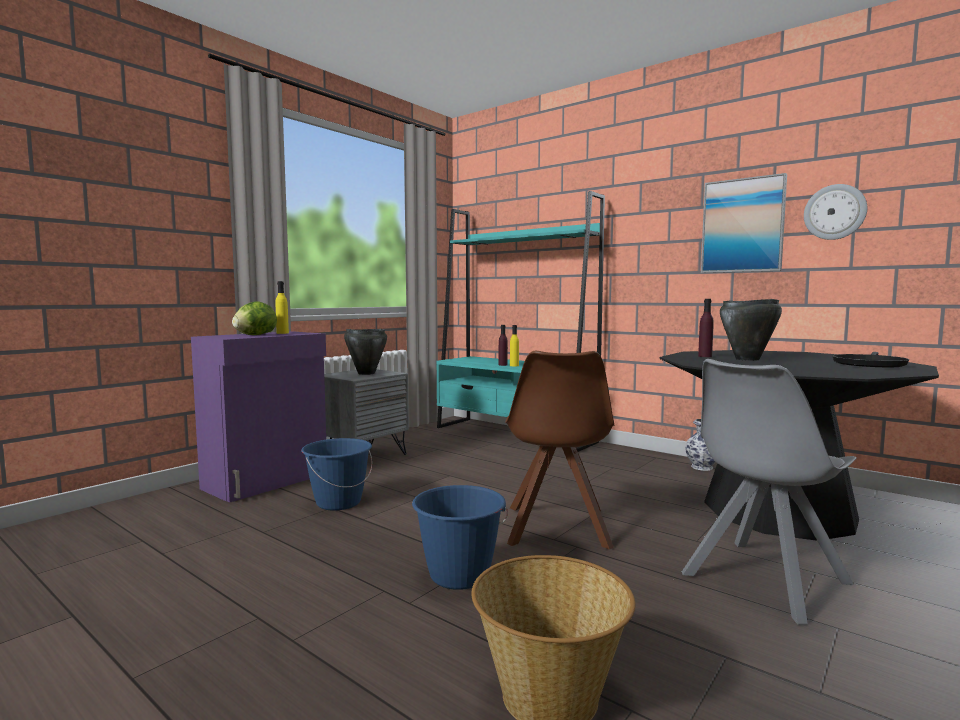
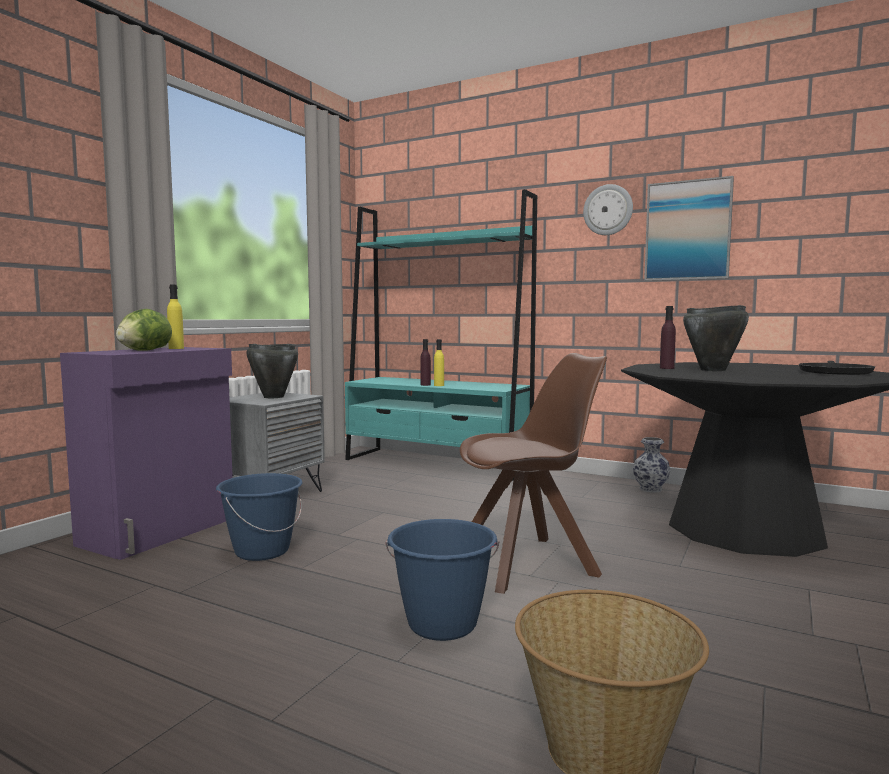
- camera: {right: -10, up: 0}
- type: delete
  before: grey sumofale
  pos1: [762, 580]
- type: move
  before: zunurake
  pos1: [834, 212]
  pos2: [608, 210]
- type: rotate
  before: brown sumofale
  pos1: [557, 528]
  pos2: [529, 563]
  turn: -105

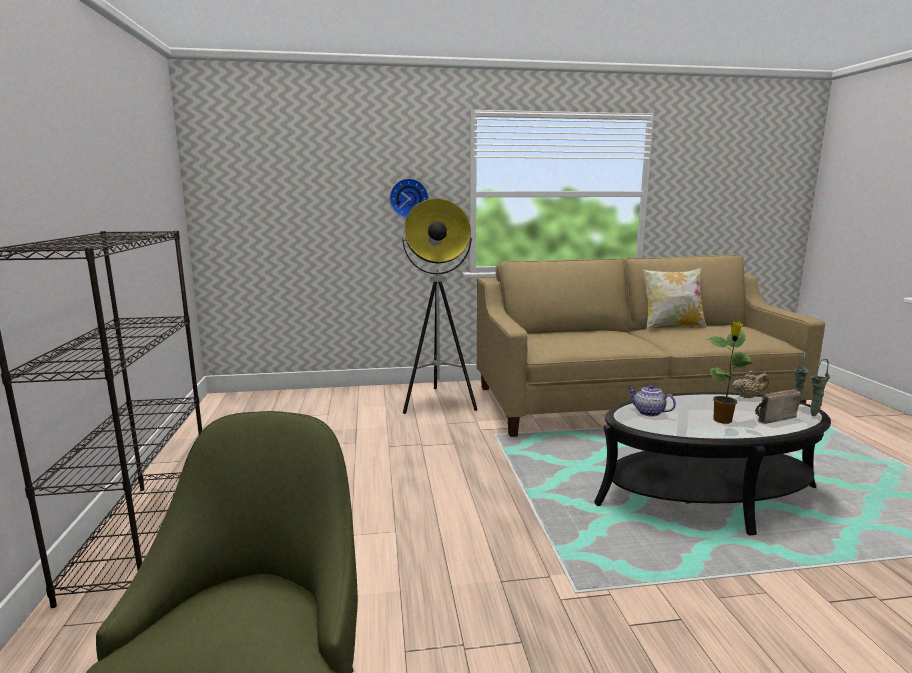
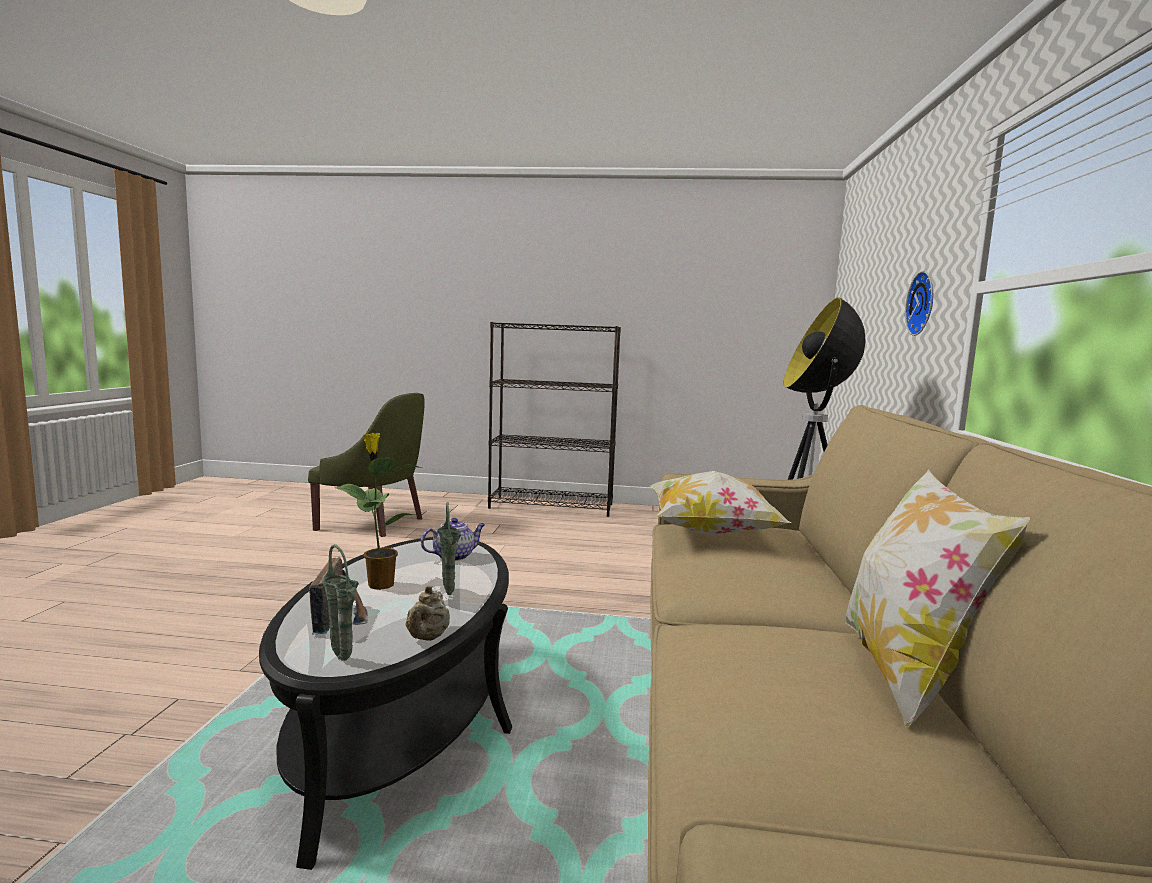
- camera: {right: 105, up: -5}
- type: insert
  after: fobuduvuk
  pos2: [710, 532]
- type: move
  before: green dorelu
  pos1: [814, 415]
  pos2: [449, 594]

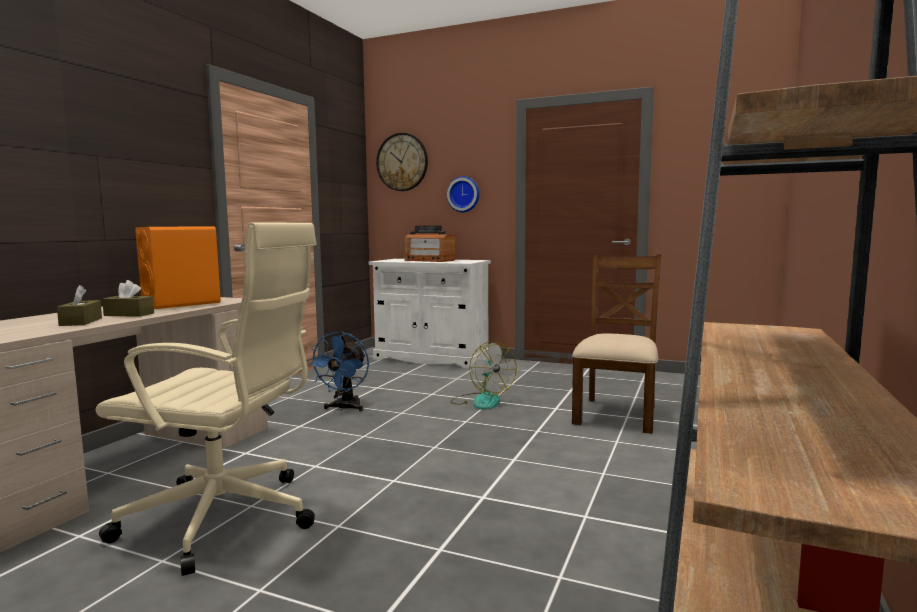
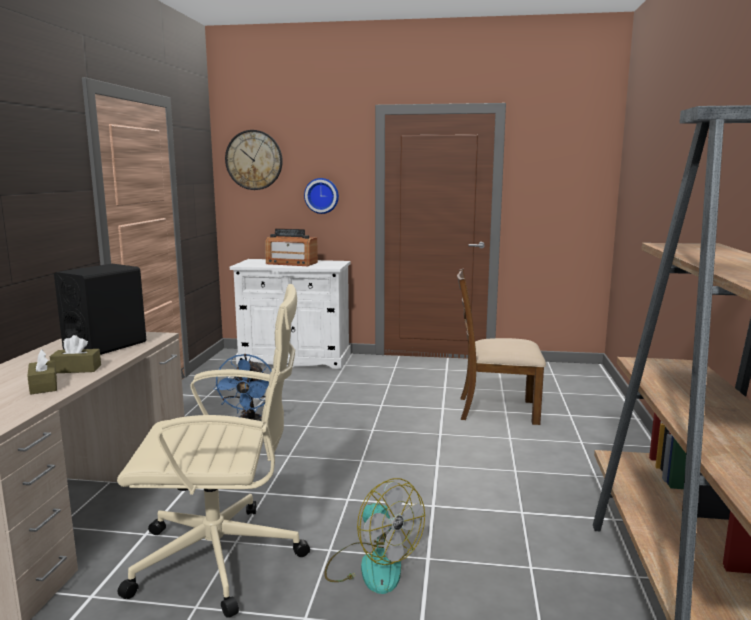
- camera: {right: -15, up: 5}
- type: move
  before: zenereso
  pos1: [481, 401]
  pos2: [371, 566]
- type: recolor
  before: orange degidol
  after: black degidol
  pos1: [182, 304]
  pos2: [106, 346]
- type: rotate
  before: brown sumofale
  pos1: [617, 414]
  pos2: [496, 410]
  turn: -90

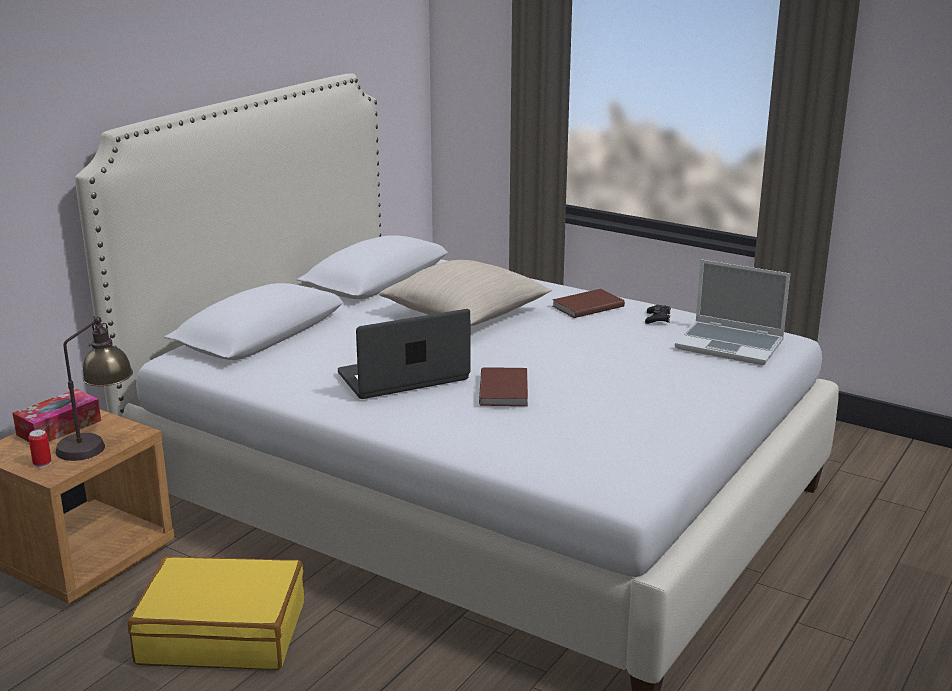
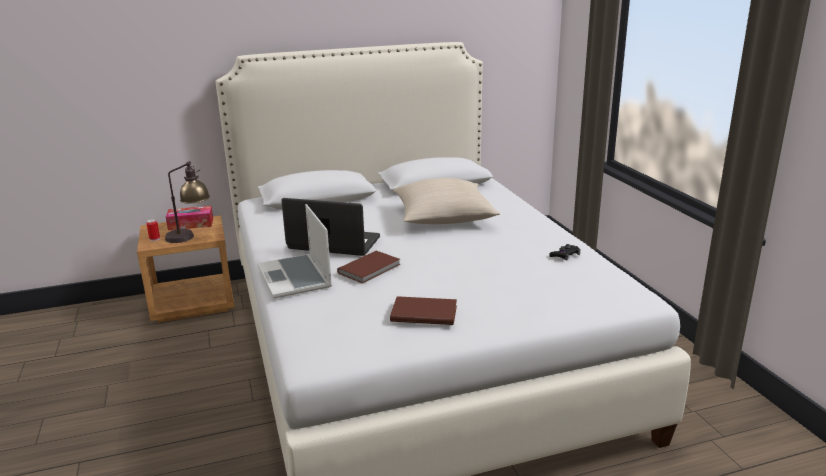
- camera: {right: 40, up: 0}
- type: delete
  before: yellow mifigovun
  pos1: [223, 632]
- type: move
  before: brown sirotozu
  pos1: [586, 306]
  pos2: [423, 313]
- type: move
  before: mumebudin
  pos1: [731, 345]
  pos2: [296, 278]

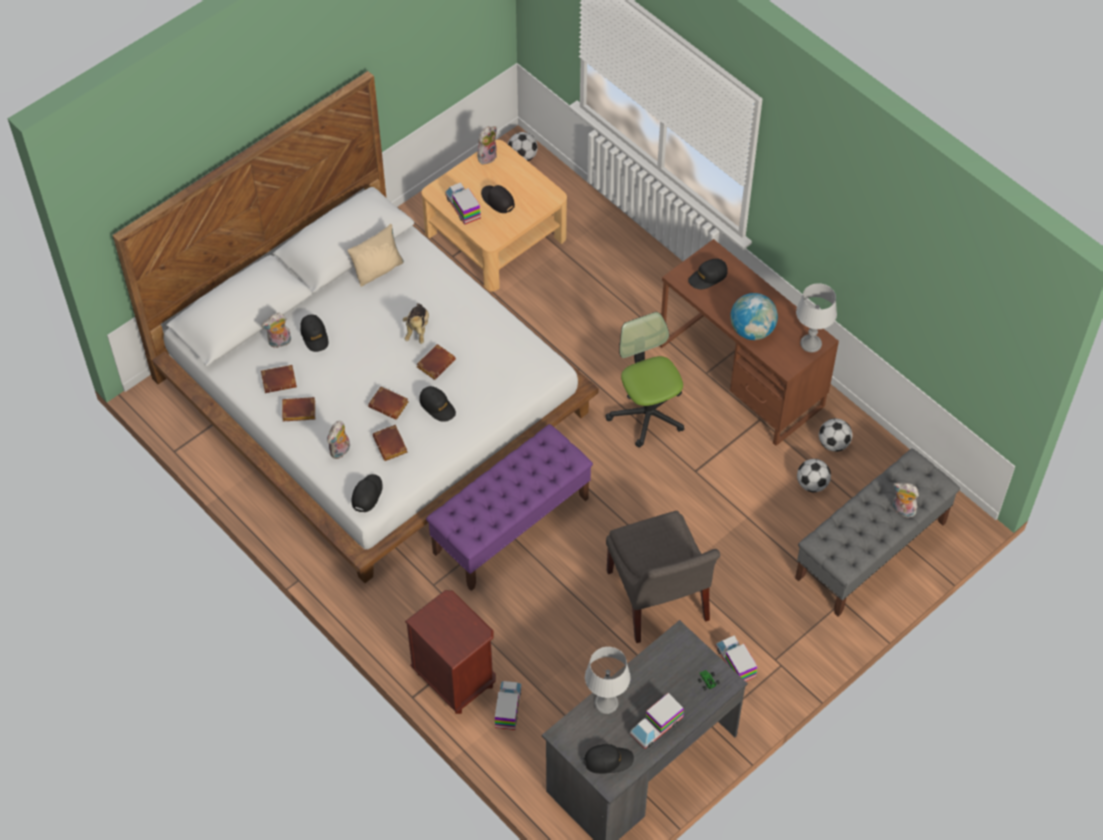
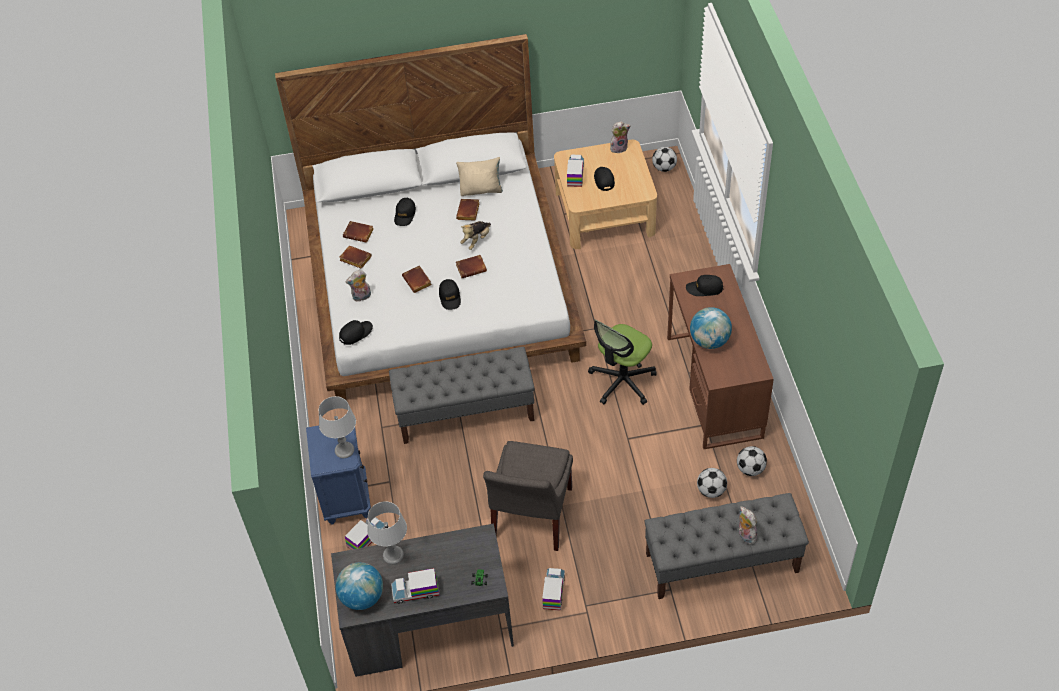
- camera: {right: 35, up: -5}
- type: delete
  before: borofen
  pos1: [279, 343]
- type: move
  before: brown sirotozu
  pos1: [391, 445]
  pos2: [469, 212]
- type: move
  before: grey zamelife
  pos1: [811, 344]
  pos2: [344, 450]
- type: replace
  before: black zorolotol
  after: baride
  pos1: [608, 760]
  pos2: [362, 597]
- type: recolor
  before: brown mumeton
  after: blue mumeton
  pos1: [454, 679]
  pos2: [346, 498]
- type: recolor
  before: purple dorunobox
  after: grey dorunobox
  pos1: [511, 525]
  pos2: [466, 413]
- type: rotate
  before: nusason
  pos1: [647, 414]
  pos2: [622, 381]
  turn: -150

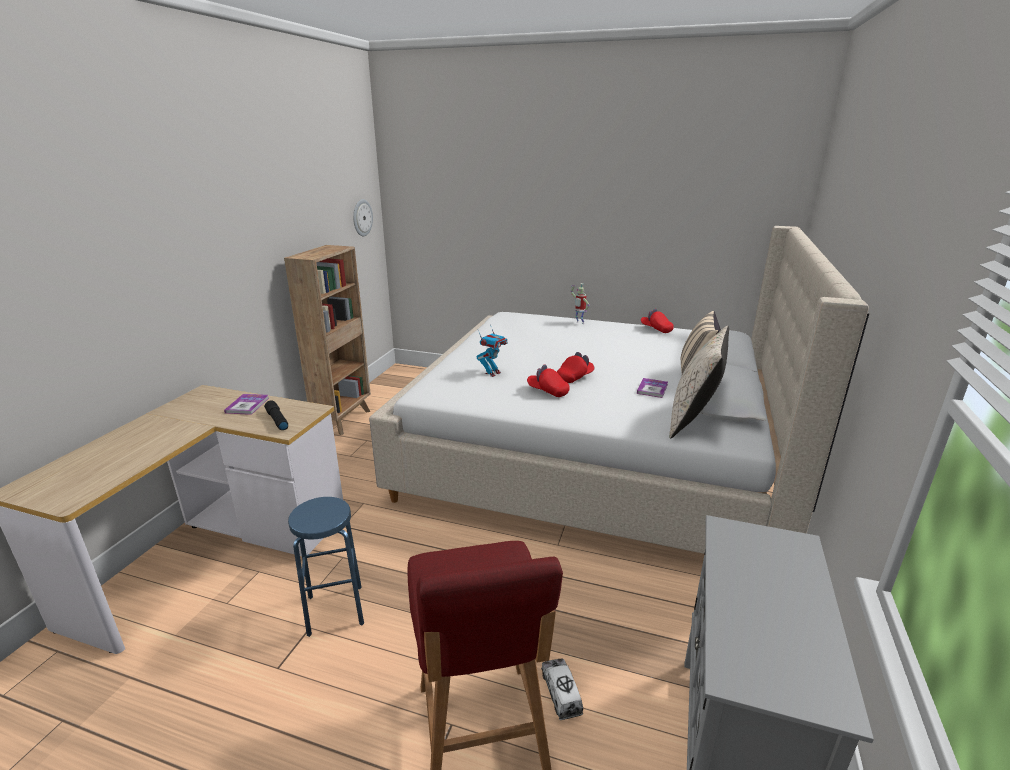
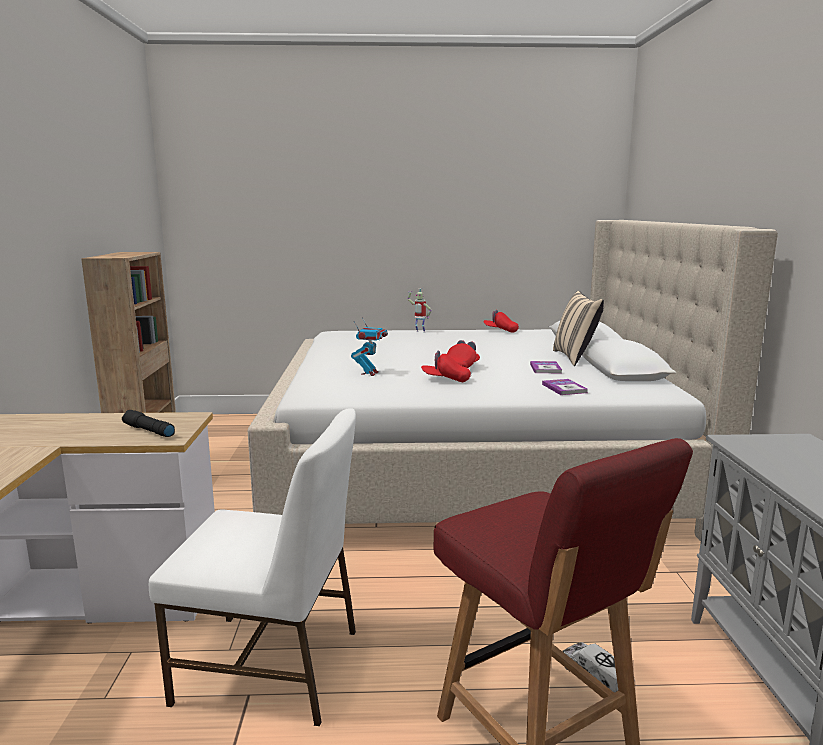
- camera: {right: -20, up: -10}
- type: delete
  before: zunurake
  pos1: [362, 217]
- type: delete
  before: beige fobuduvuk
  pos1: [693, 419]
- type: move
  before: sirotozu
  pos1: [247, 405]
  pos2: [564, 388]
- type: replace
  before: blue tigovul
  after: white sumofale
  pos1: [335, 610]
  pos2: [271, 667]

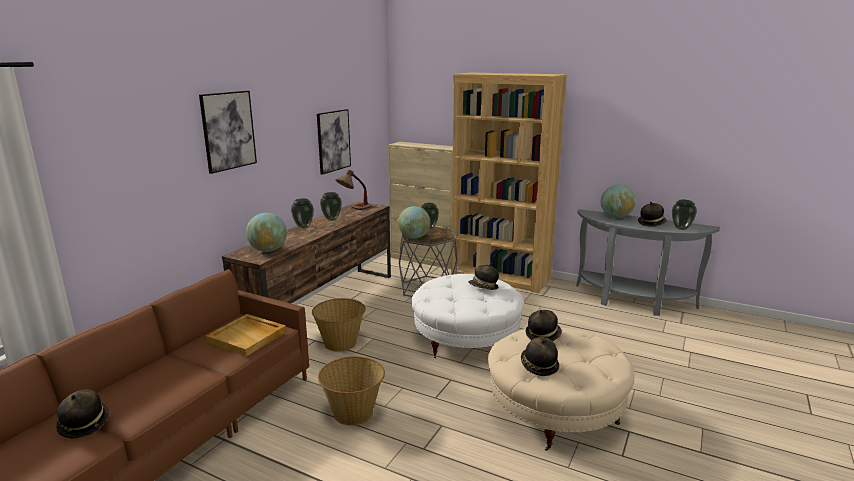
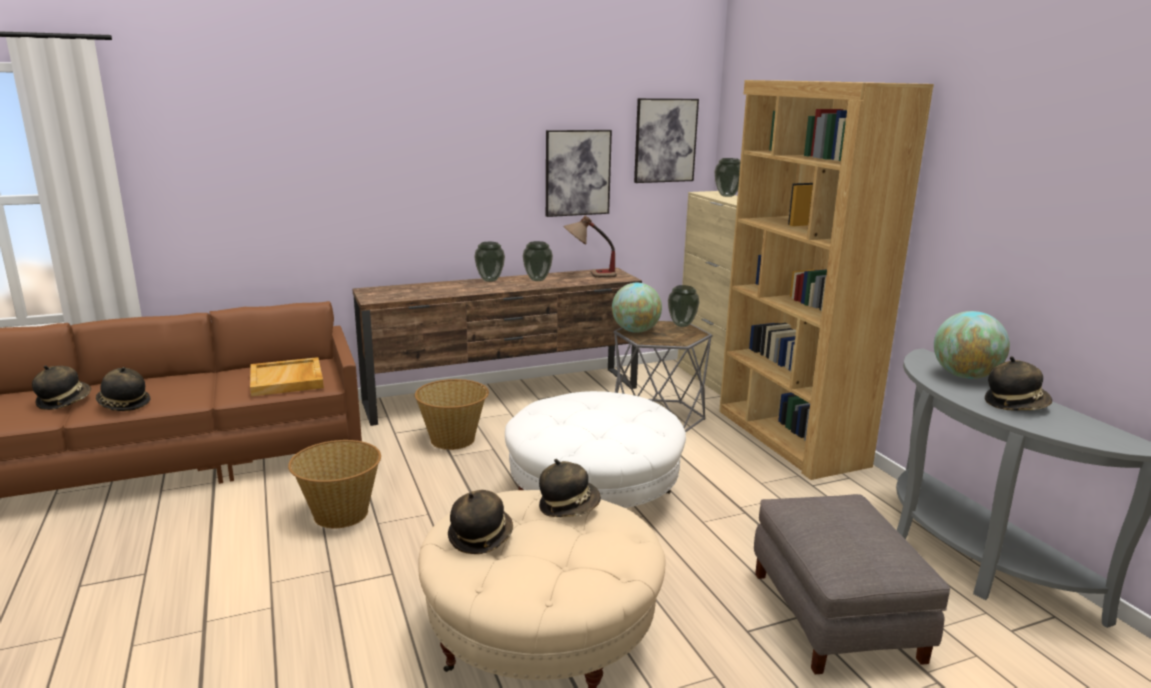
- camera: {right: 40, up: 0}
- type: delete
  before: baride
  pos1: [268, 250]
- type: insert
  after: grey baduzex
  pos2: [836, 615]
- type: move
  before: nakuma
  pos1: [228, 131]
  pos2: [665, 140]
- type: move
  before: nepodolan
  pos1: [483, 287]
  pos2: [123, 404]
- type: move
  before: dorelu
  pos1: [680, 228]
  pos2: [727, 195]

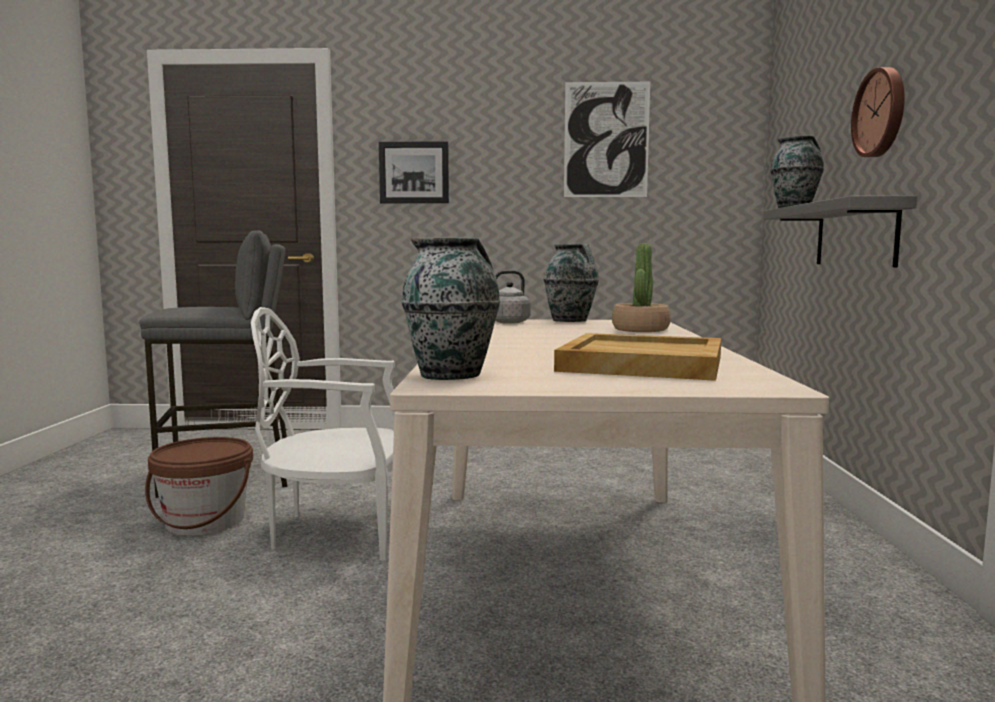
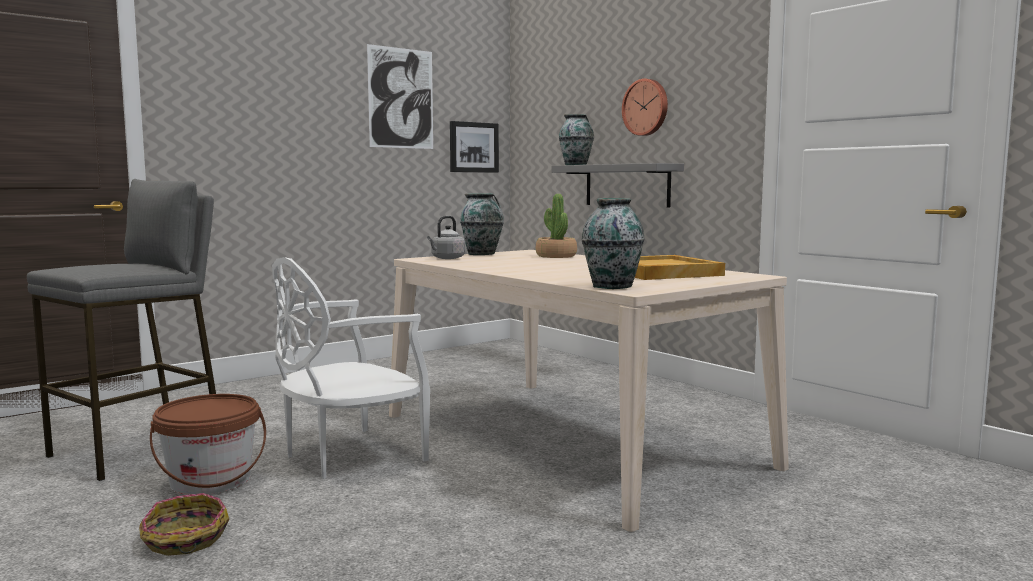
- camera: {right: -40, up: 0}
- type: insert
  after: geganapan
  pos2: [185, 541]
- type: move
  before: nakuma
  pos1: [414, 173]
  pos2: [473, 147]

